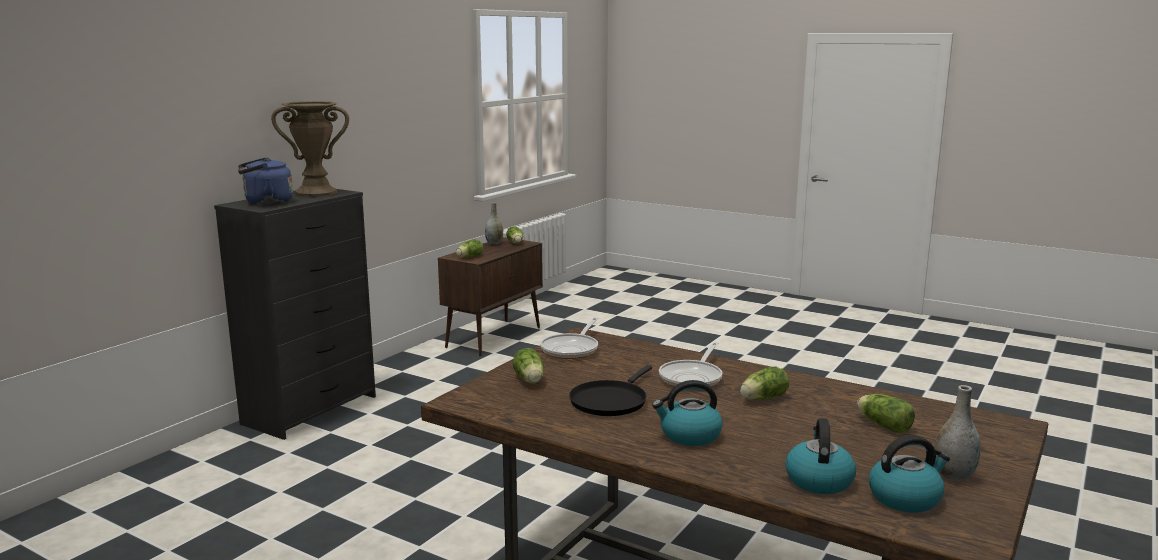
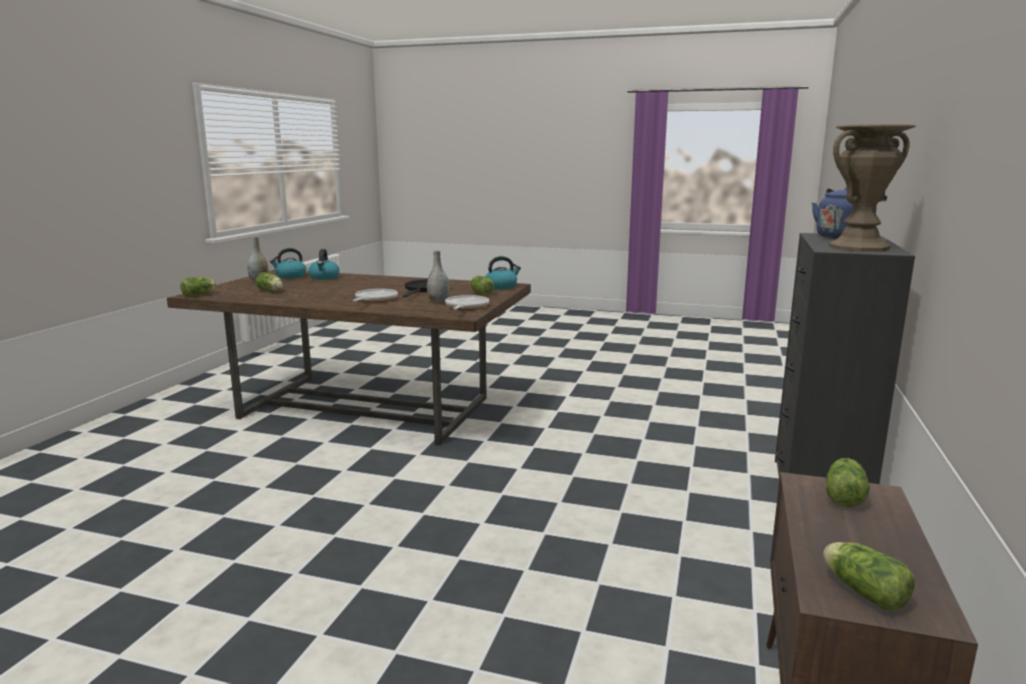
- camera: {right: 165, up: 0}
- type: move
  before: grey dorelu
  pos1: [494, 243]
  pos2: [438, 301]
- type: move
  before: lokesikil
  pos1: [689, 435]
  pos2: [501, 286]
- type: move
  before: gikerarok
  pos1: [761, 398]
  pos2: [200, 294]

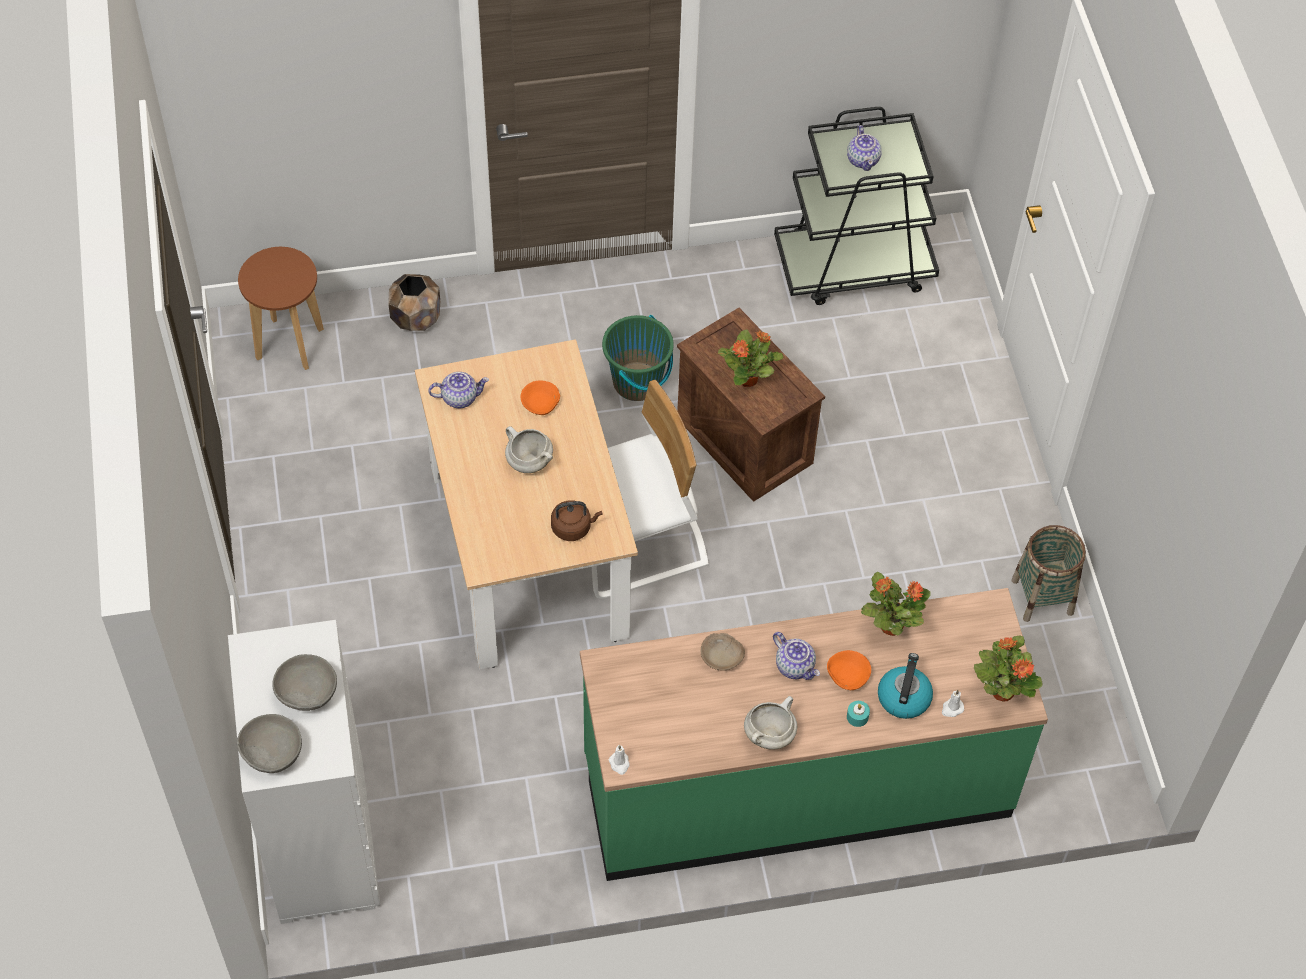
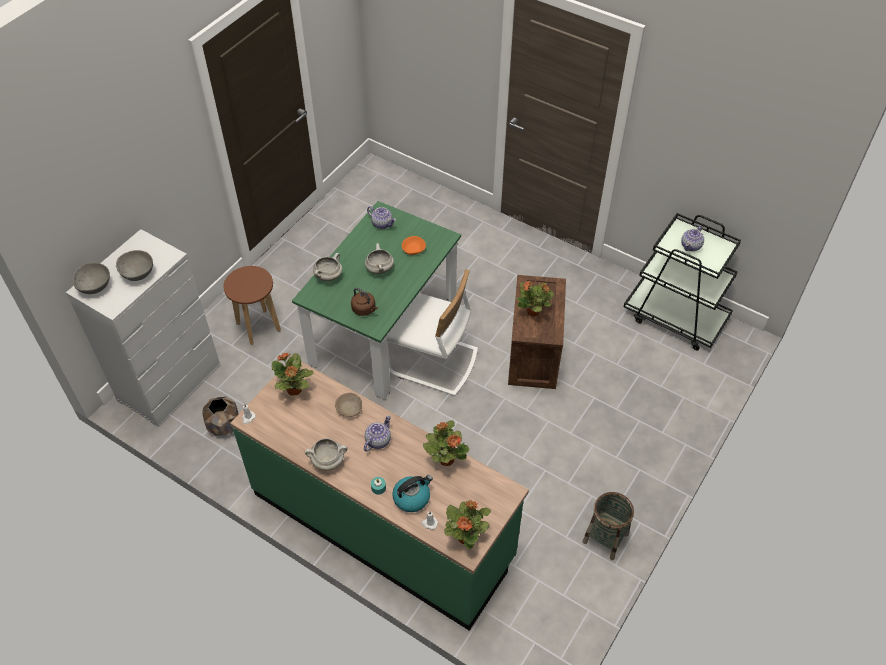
- camera: {right: 45, up: -5}
- type: delete
  before: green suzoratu
  pos1: [637, 382]
- type: delete
  before: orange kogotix
  pos1: [848, 675]
- type: insert
  after: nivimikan
  pos2: [294, 390]
- type: insert
  after: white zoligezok
  pos2: [328, 276]
- type: move
  before: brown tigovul
  pos1: [290, 343]
  pos2: [258, 327]
- type: move
  before: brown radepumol
  pos1: [416, 317]
  pos2: [224, 425]
- type: recolor
  before: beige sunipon
  after: green sunipon
  pos1: [528, 552]
  pos2: [384, 332]
- type: rotate
  before: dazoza
  pos1: [795, 666]
  pos2: [378, 440]
  turn: -150

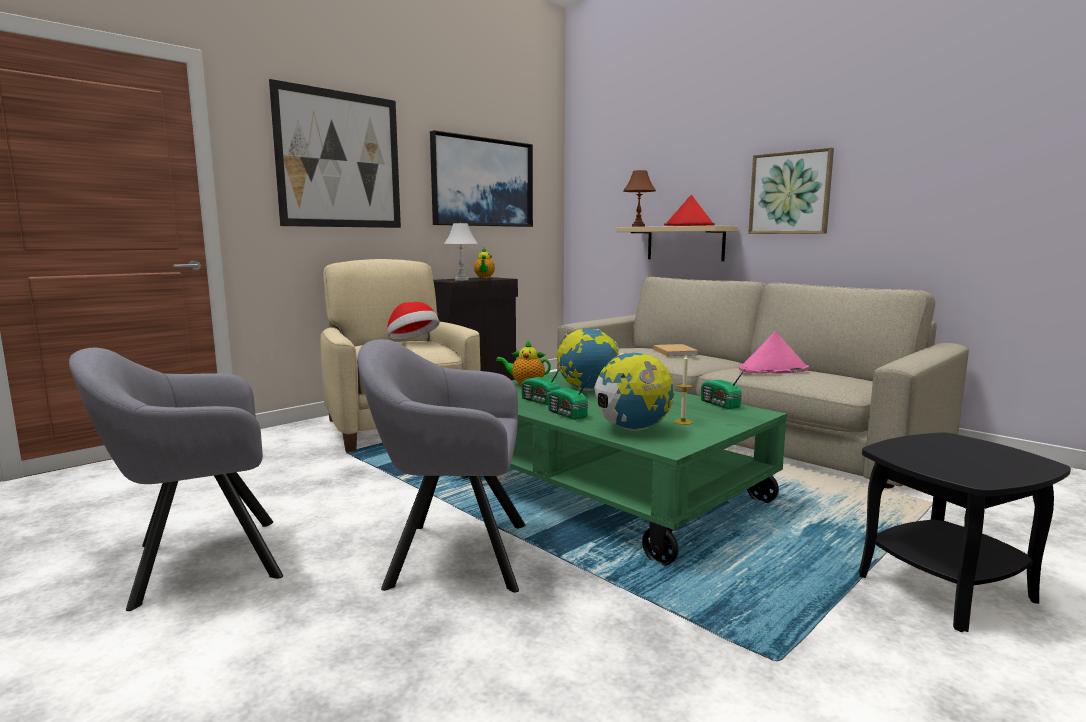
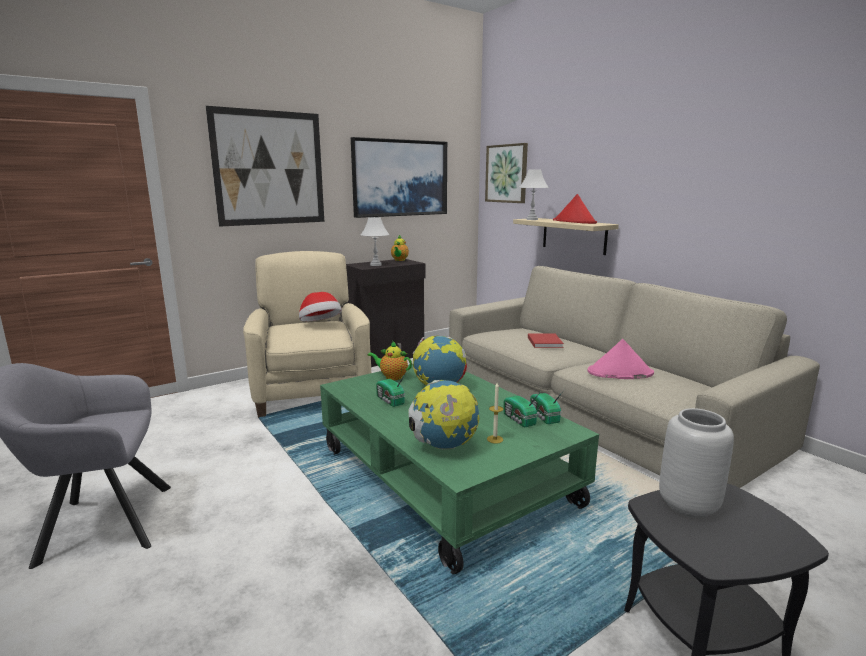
- camera: {right: 10, up: 5}
- type: delete
  before: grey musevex
  pos1: [450, 554]
- type: insert
  after: grey dorelu
  pos2: [689, 505]
- type: move
  before: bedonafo
  pos1: [567, 414]
  pos2: [519, 420]
- type: move
  before: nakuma
  pos1: [790, 193]
  pos2: [506, 173]
- type: recolor
  before: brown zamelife
  after: white zamelife
  pos1: [638, 226]
  pos2: [532, 219]
- type: recolor
  before: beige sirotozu
  after: red sirotozu
  pos1: [674, 352]
  pos2: [544, 341]

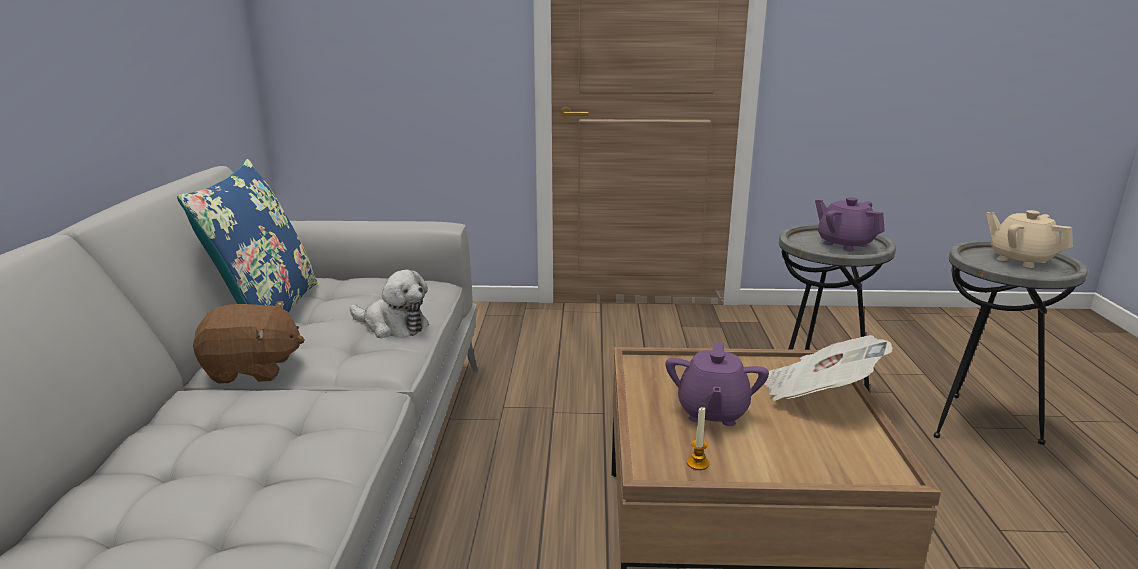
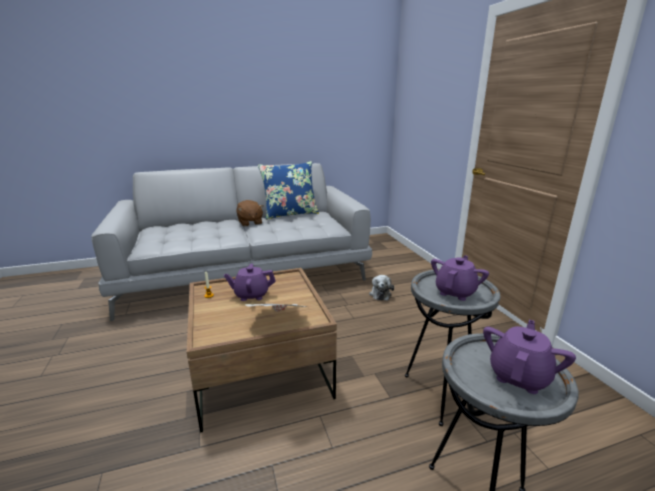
- camera: {right: 70, up: 0}
- type: move
  before: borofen
  pos1: [393, 326]
  pos2: [380, 294]
- type: recolor
  before: beige dazoza
  after: purple dazoza
  pos1: [1020, 260]
  pos2: [519, 376]

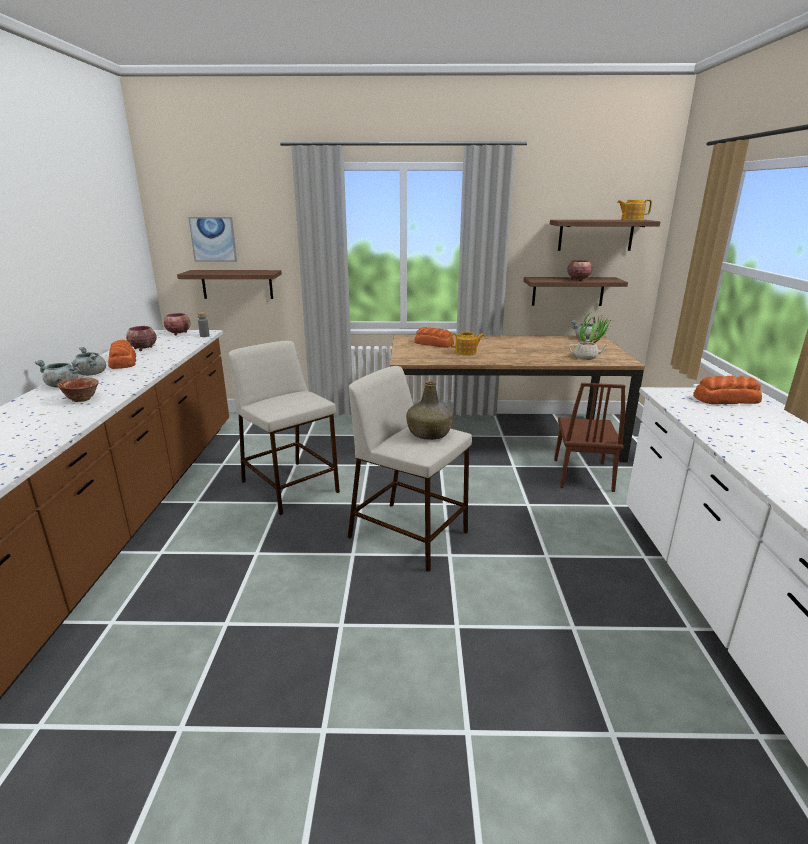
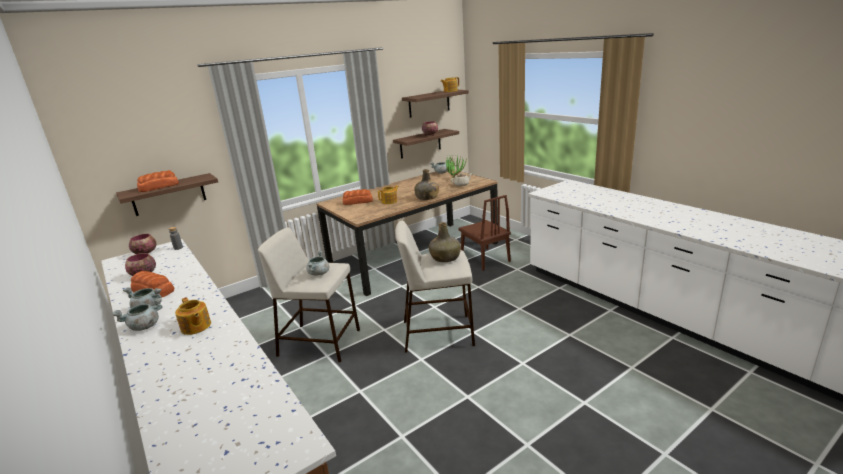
- camera: {right: -35, up: 0}
- type: delete
  before: nakuma
  pos1: [213, 239]
- type: insert
  after: grey zoligezok
  pos2: [319, 273]
- type: insert
  after: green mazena
  pos2: [427, 197]
- type: move
  before: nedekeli
  pos1: [725, 399]
  pos2: [158, 187]
- type: replace
  before: kogotix
  after: dazoza
  pos1: [82, 399]
  pos2: [196, 327]

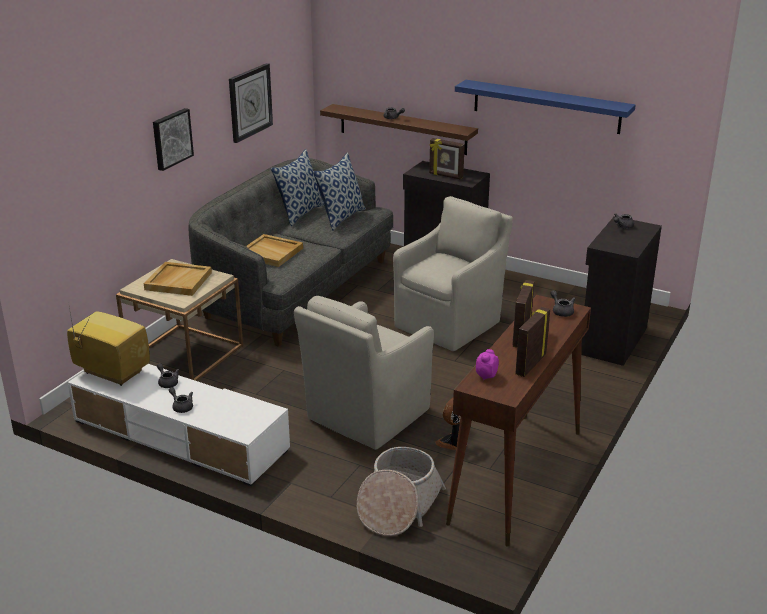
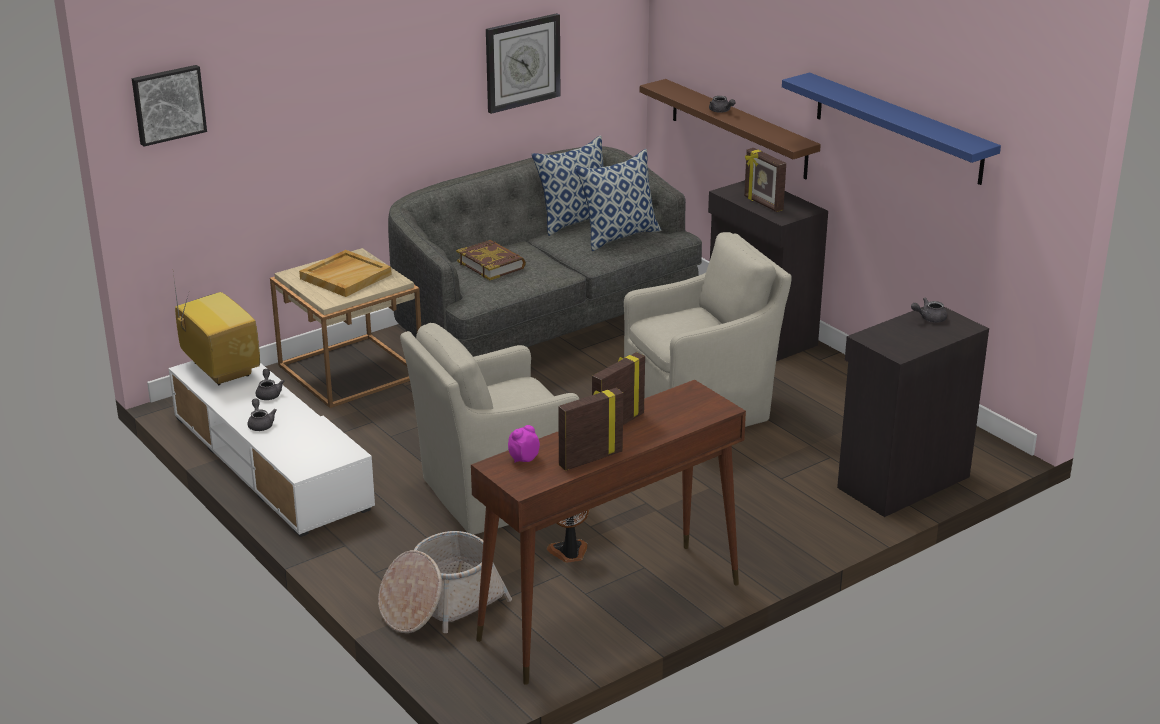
- camera: {right: 25, up: 0}
- type: delete
  before: grey dazoza
  pos1: [561, 311]
- type: move
  before: nakuma
  pos1: [171, 138]
  pos2: [168, 104]
- type: replace
  before: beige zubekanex
  after: sirotozu
  pos1: [271, 252]
  pos2: [491, 264]

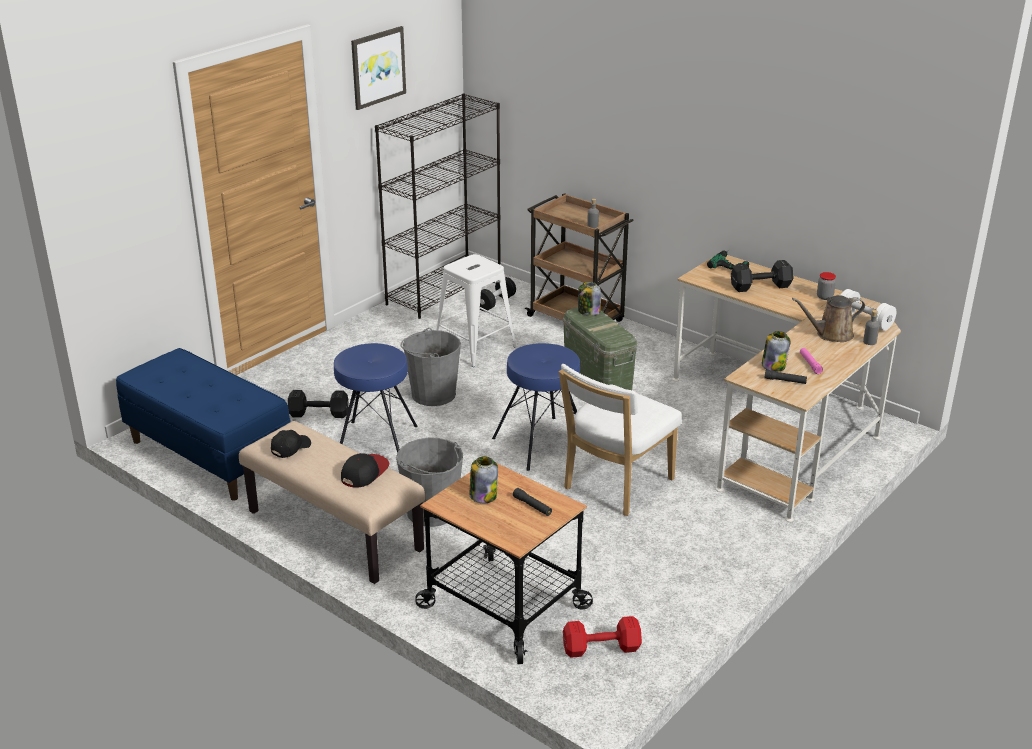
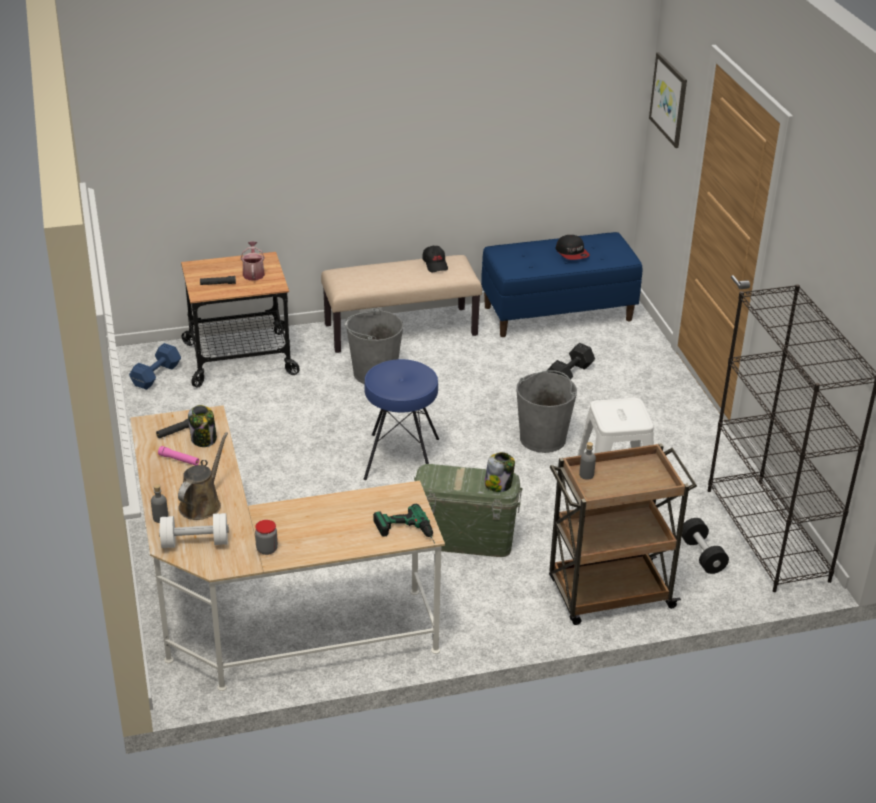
- camera: {right: 125, up: 5}
- type: delete
  before: blue tigovul
  pos1: [376, 443]
- type: delete
  before: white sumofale
  pos1: [615, 486]
- type: delete
  before: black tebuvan
  pos1: [762, 287]
- type: move
  before: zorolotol
  pos1: [364, 472]
  pos2: [572, 253]
- type: move
  before: nakuma
  pos1: [377, 67]
  pos2: [669, 99]
- type: replace
  before: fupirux
  after: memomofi
  pos1: [483, 495]
  pos2: [253, 273]
- type: recolor
  before: red tebuvan
  after: blue tebuvan
  pos1: [603, 648]
  pos2: [155, 376]

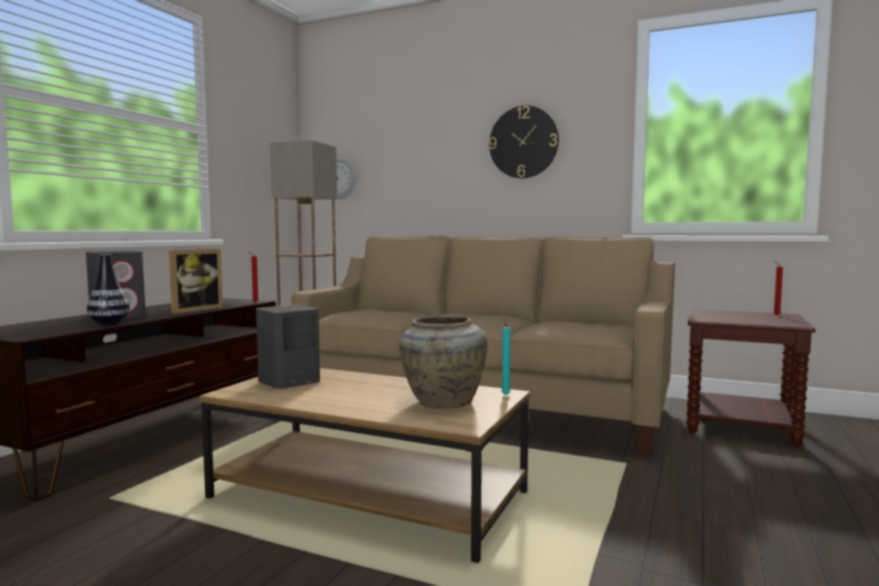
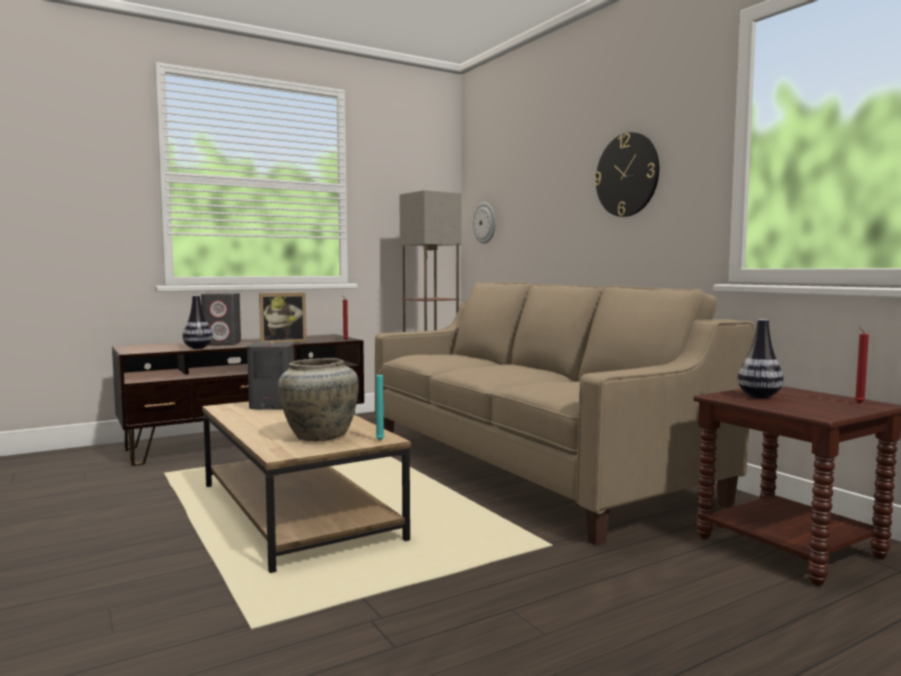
- camera: {right: 35, up: 0}
- type: insert
  after: dorelu
  pos2: [759, 396]

